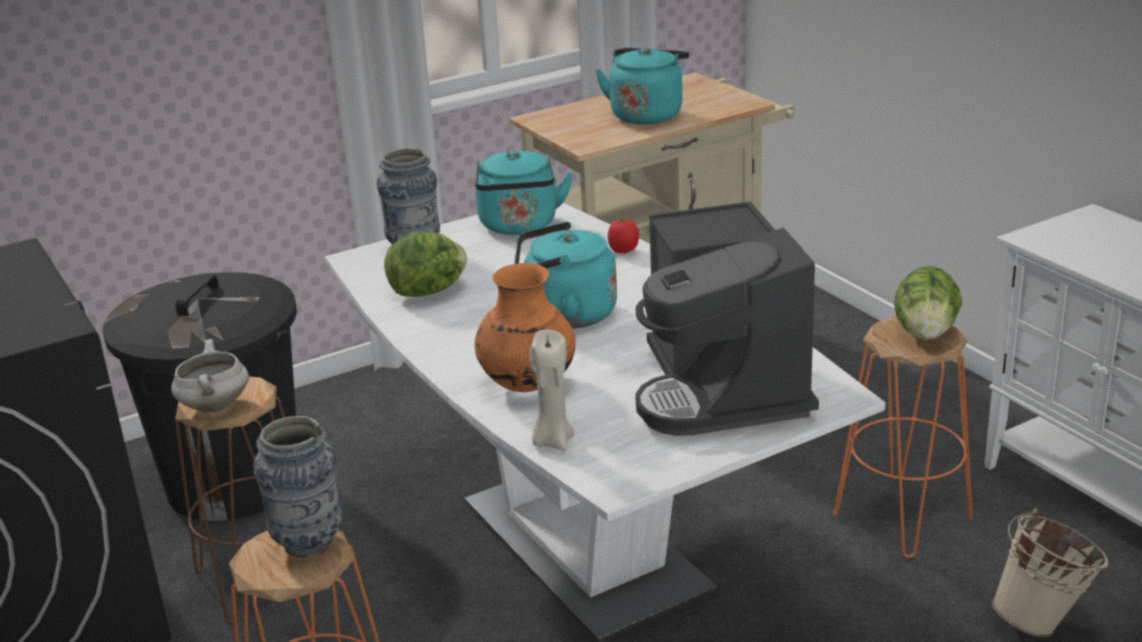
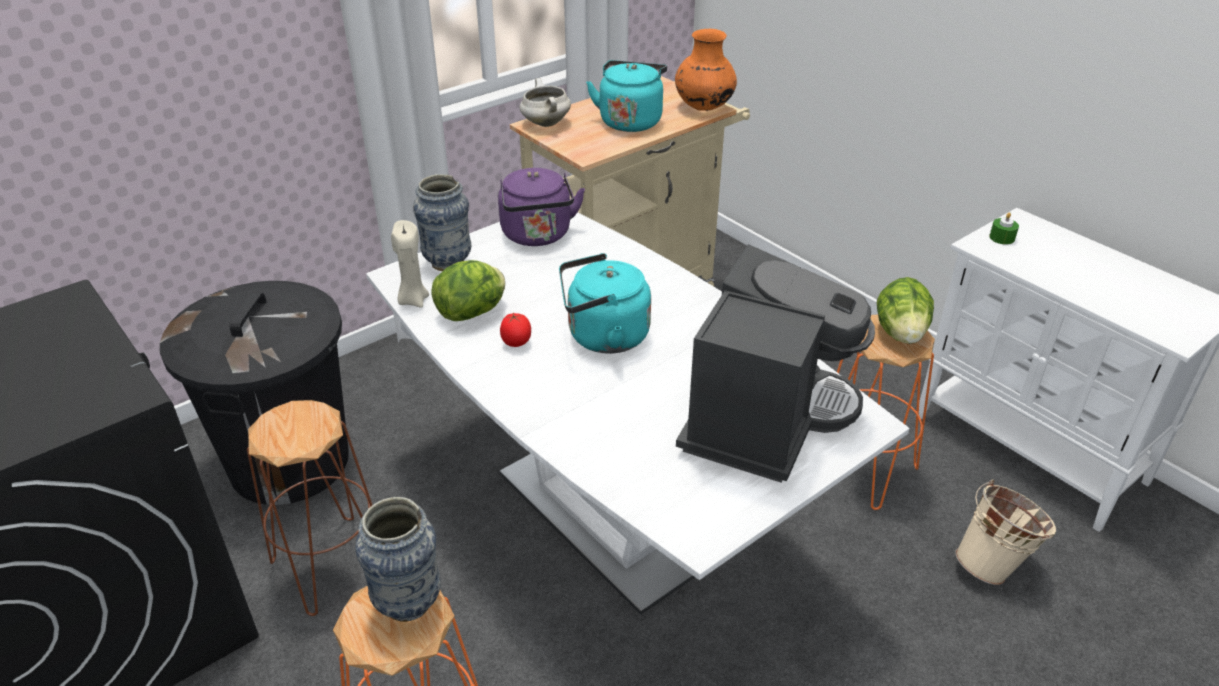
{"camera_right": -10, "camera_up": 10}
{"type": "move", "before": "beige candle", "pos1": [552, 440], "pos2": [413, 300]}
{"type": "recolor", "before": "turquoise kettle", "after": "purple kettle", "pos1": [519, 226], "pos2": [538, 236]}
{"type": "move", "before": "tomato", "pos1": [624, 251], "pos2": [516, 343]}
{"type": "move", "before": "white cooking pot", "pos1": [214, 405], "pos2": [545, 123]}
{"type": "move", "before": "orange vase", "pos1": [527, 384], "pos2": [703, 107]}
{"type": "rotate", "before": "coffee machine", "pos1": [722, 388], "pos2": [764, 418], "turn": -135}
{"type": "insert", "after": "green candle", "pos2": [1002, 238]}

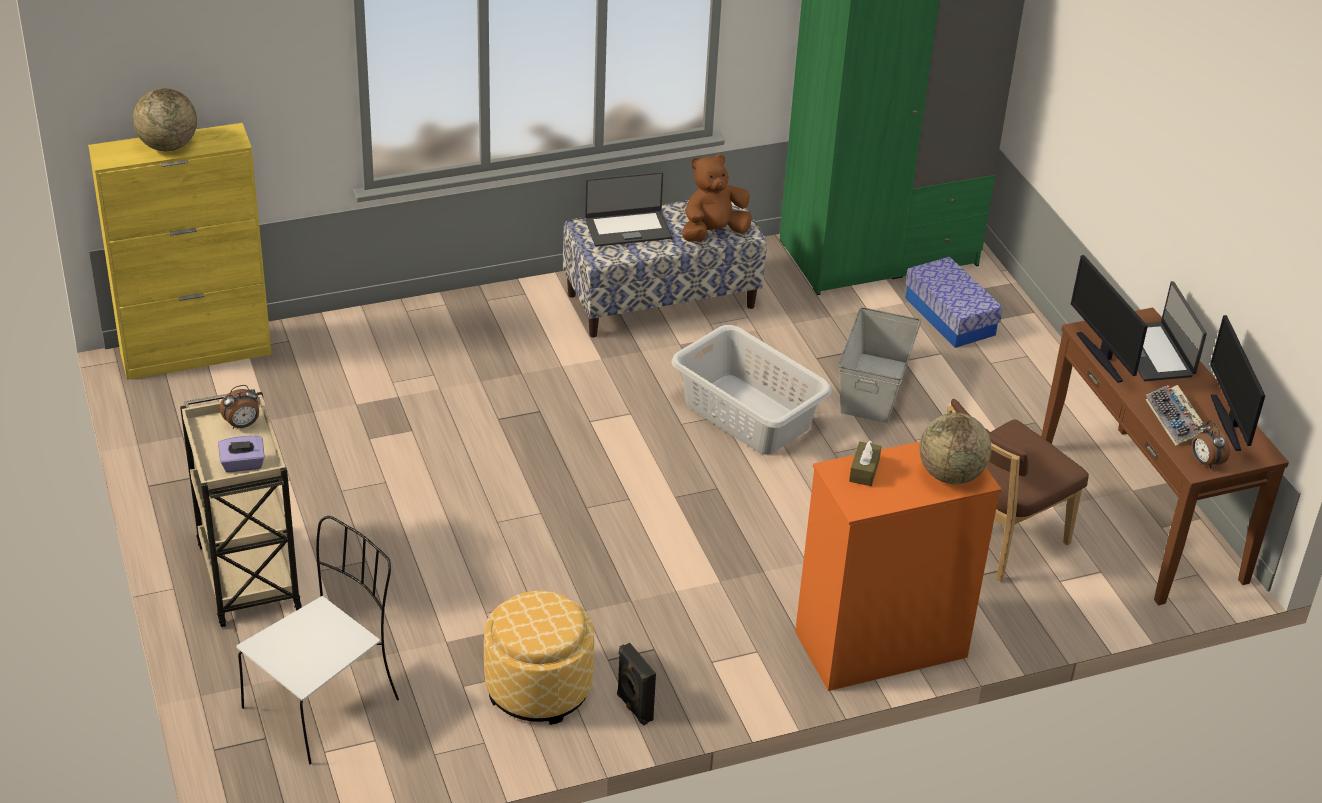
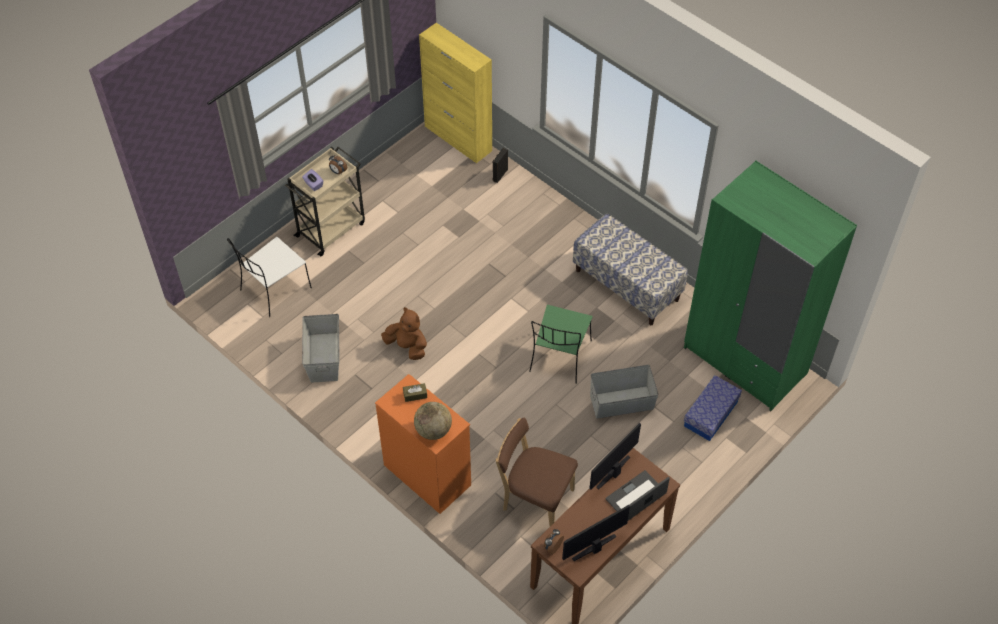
{"camera_right": 65, "camera_up": 15}
{"type": "rotate", "before": "white chair", "pos1": [324, 702], "pos2": [274, 290], "turn": 120}
{"type": "replace", "before": "ottoman", "after": "grey storage box", "pos1": [538, 688], "pos2": [323, 357]}
{"type": "move", "before": "brown plush toy", "pos1": [713, 233], "pos2": [407, 346]}
{"type": "move", "before": "black speaker", "pos1": [633, 708], "pos2": [499, 175]}
{"type": "replace", "before": "grey laundry basket", "after": "green chair", "pos1": [747, 415], "pos2": [560, 357]}
{"type": "delete", "before": "globe", "pos1": [168, 146]}
{"type": "delete", "before": "laptop", "pos1": [627, 228]}
{"type": "delete", "before": "keyboard", "pos1": [1176, 421]}

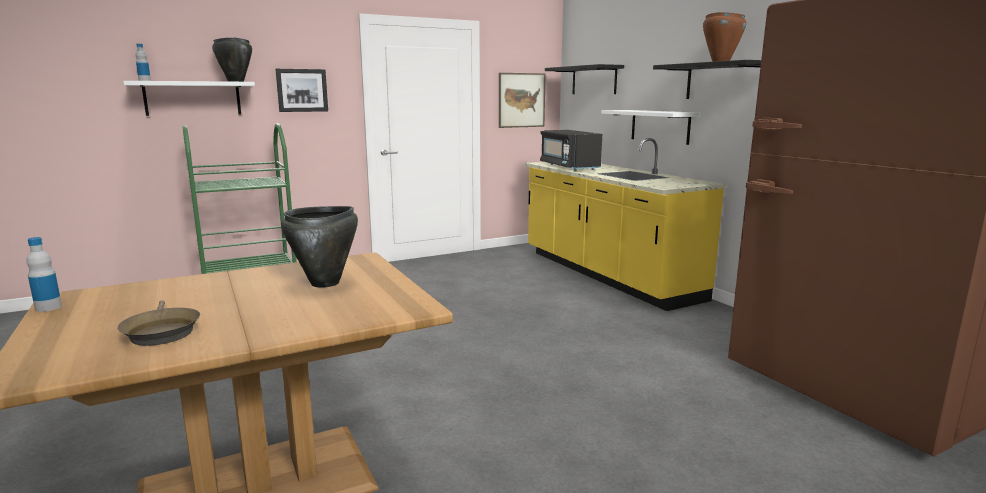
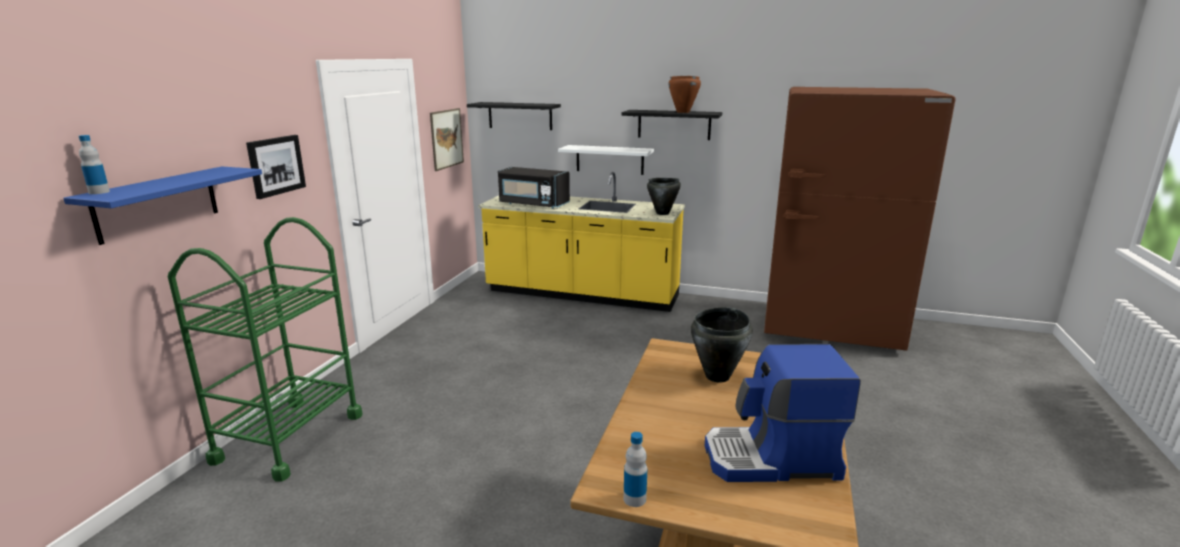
{"camera_right": -45, "camera_up": 5}
{"type": "recolor", "before": "white shelf", "after": "blue shelf", "pos1": [193, 98], "pos2": [157, 203]}
{"type": "move", "before": "black cooking pot", "pos1": [235, 81], "pos2": [663, 213]}
{"type": "replace", "before": "brown frying pan", "after": "coffee machine", "pos1": [161, 332], "pos2": [772, 460]}

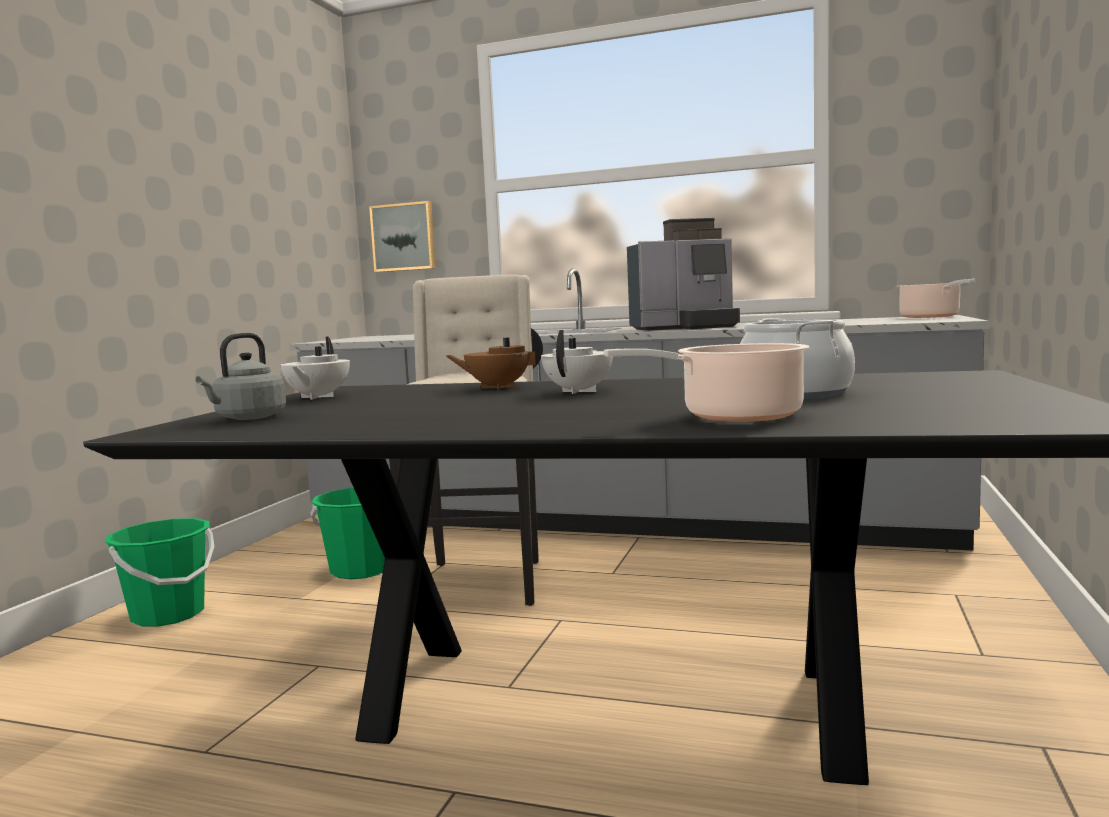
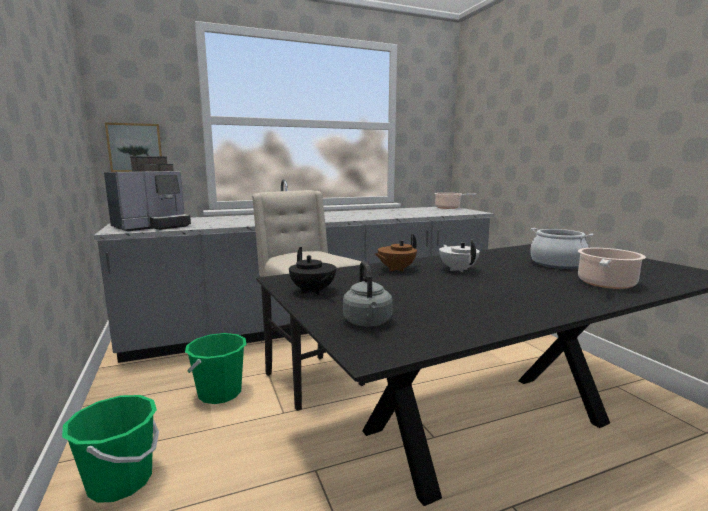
{"camera_right": -40, "camera_up": 5}
{"type": "move", "before": "coffee machine", "pos1": [686, 327], "pos2": [153, 227]}
{"type": "recolor", "before": "white teapot", "after": "black teapot", "pos1": [317, 397], "pos2": [313, 291]}

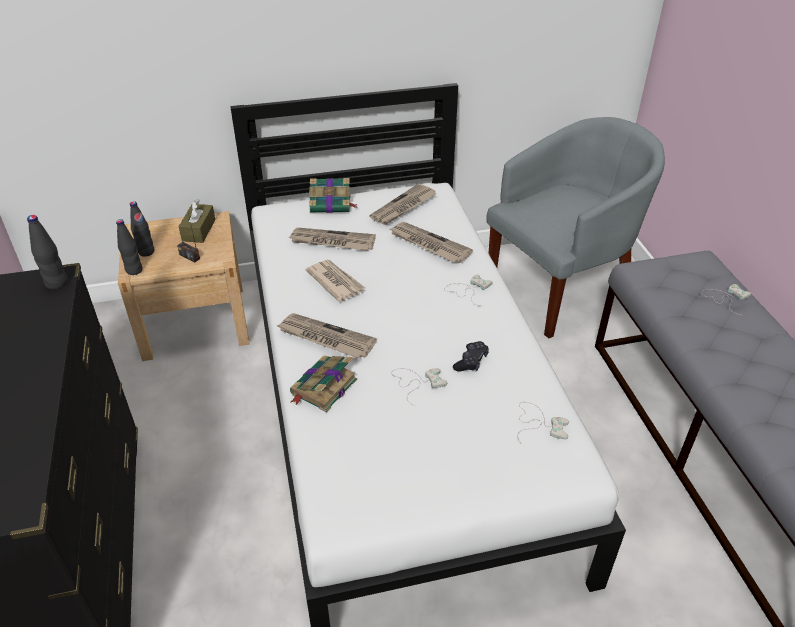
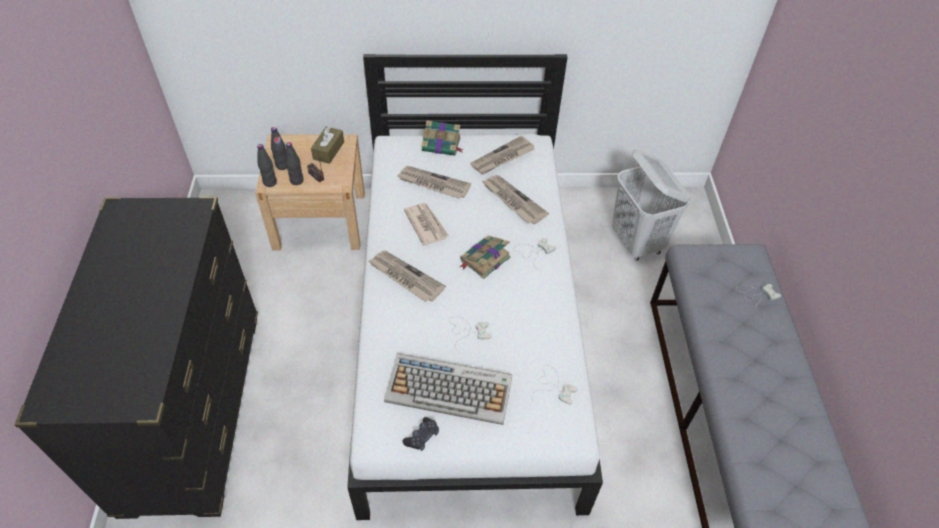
{"camera_right": 10, "camera_up": 10}
{"type": "move", "before": "black bottle", "pos1": [57, 283], "pos2": [297, 180]}
{"type": "insert", "after": "keyboard", "pos2": [450, 389]}
{"type": "move", "before": "black game controller", "pos1": [471, 361], "pos2": [422, 437]}
{"type": "move", "before": "book", "pos1": [323, 388], "pos2": [484, 259]}
{"type": "replace", "before": "grey armchair", "after": "white laundry basket", "pos1": [560, 290], "pos2": [637, 242]}

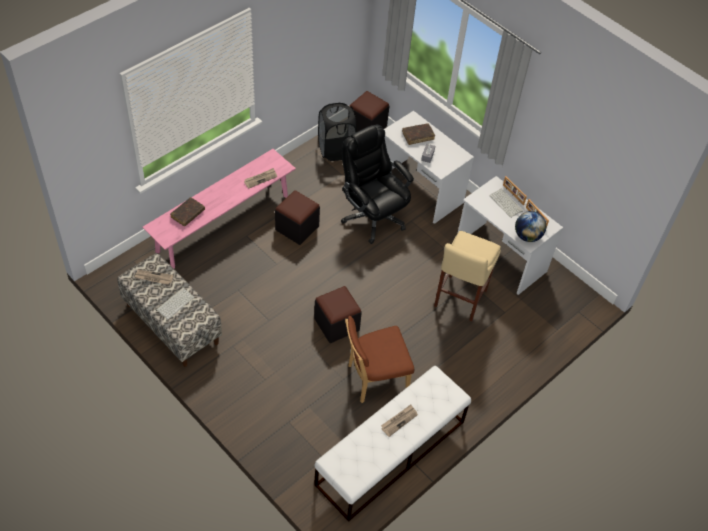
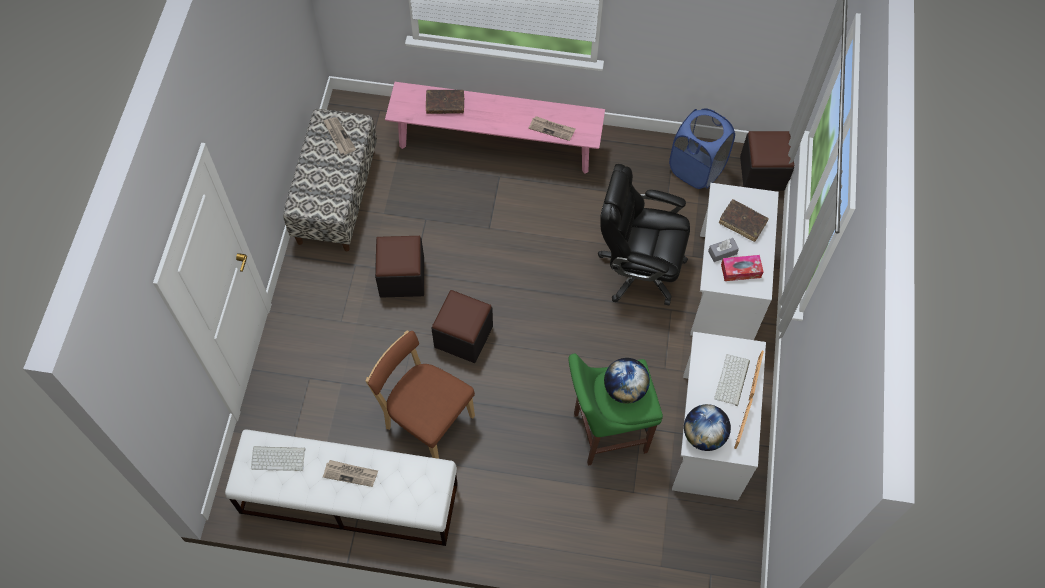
{"camera_right": 55, "camera_up": 10}
{"type": "move", "before": "keyboard", "pos1": [175, 303], "pos2": [279, 458]}
{"type": "move", "before": "black ottoman", "pos1": [297, 228], "pos2": [402, 277]}
{"type": "recolor", "before": "beige stool", "after": "green stool", "pos1": [459, 300], "pos2": [605, 432]}
{"type": "rotate", "before": "black office chair", "pos1": [372, 217], "pos2": [638, 269], "turn": -90}
{"type": "insert", "after": "globe", "pos2": [624, 389]}
{"type": "recolor", "before": "black laundry basket", "after": "blue laundry basket", "pos1": [336, 150], "pos2": [696, 169]}
{"type": "insert", "after": "tissue box", "pos2": [740, 271]}

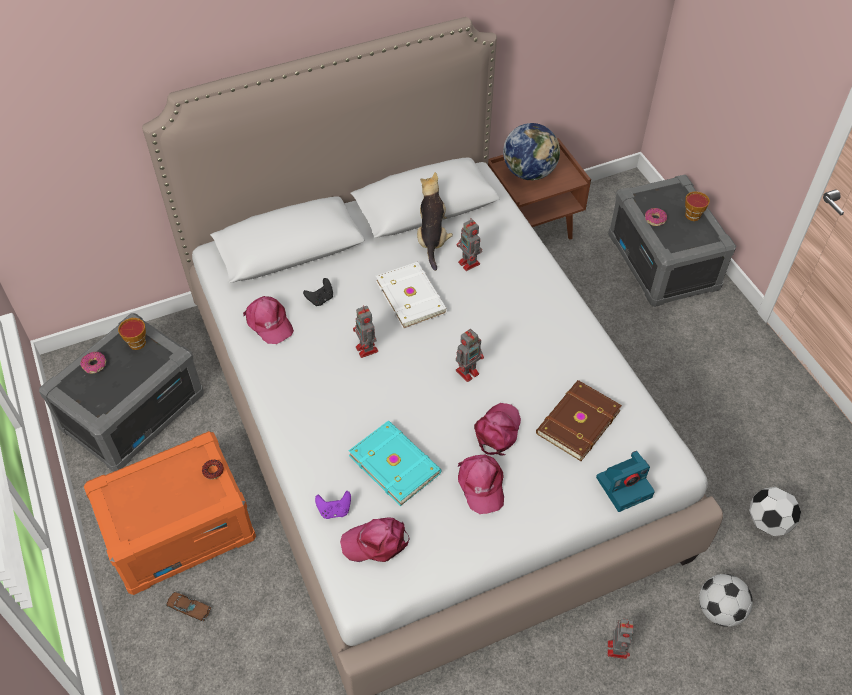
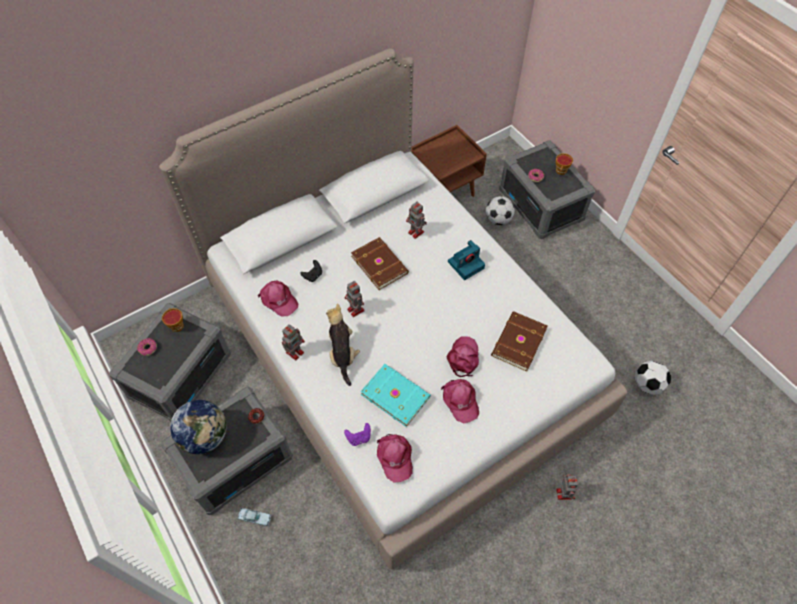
{"camera_right": -10, "camera_up": 5}
{"type": "recolor", "before": "orange storage box", "after": "grey storage box", "pos1": [180, 529], "pos2": [235, 459]}
{"type": "move", "before": "globe", "pos1": [529, 172], "pos2": [205, 436]}
{"type": "recolor", "before": "brown toy car", "after": "blue toy car", "pos1": [189, 608], "pos2": [255, 518]}
{"type": "move", "before": "toy robot", "pos1": [468, 371], "pos2": [295, 351]}
{"type": "move", "before": "plush toy", "pos1": [432, 239], "pos2": [342, 354]}
{"type": "recolor", "before": "white book", "after": "brown book", "pos1": [412, 296], "pos2": [380, 264]}
{"type": "rotate", "before": "pink cap", "pos1": [376, 542], "pos2": [394, 457], "turn": -90}
{"type": "move", "before": "photo camera", "pos1": [624, 486], "pos2": [466, 264]}
{"type": "move", "before": "football", "pos1": [719, 610], "pos2": [498, 220]}

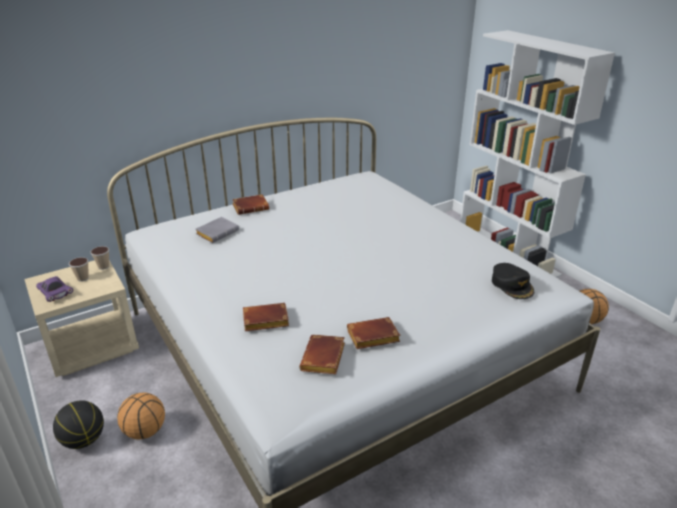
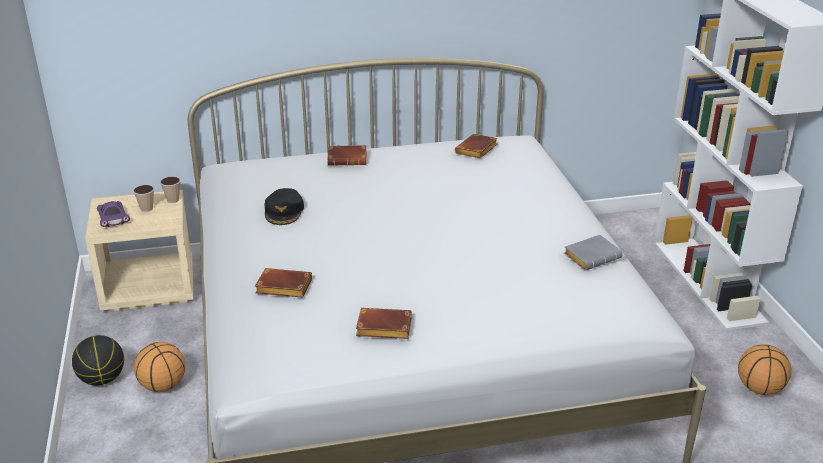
{"camera_right": 20, "camera_up": 0}
{"type": "move", "before": "black cap", "pos1": [512, 285], "pos2": [284, 211]}
{"type": "move", "before": "brown book", "pos1": [324, 359], "pos2": [477, 150]}
{"type": "move", "before": "grey book", "pos1": [217, 232], "pos2": [592, 256]}

